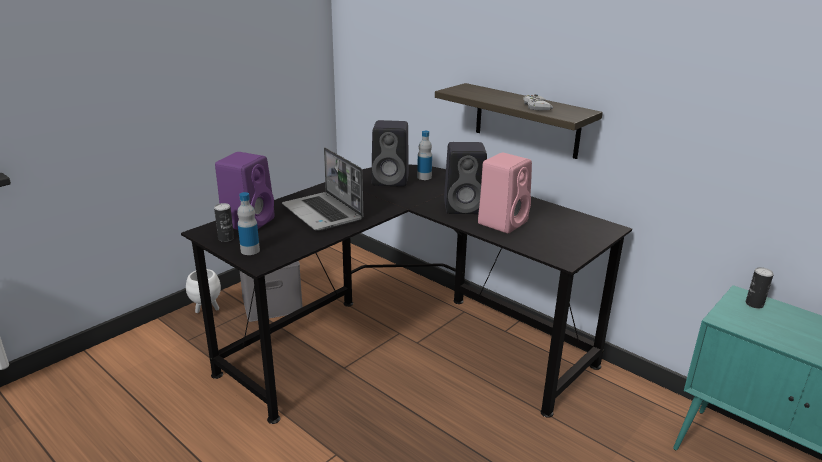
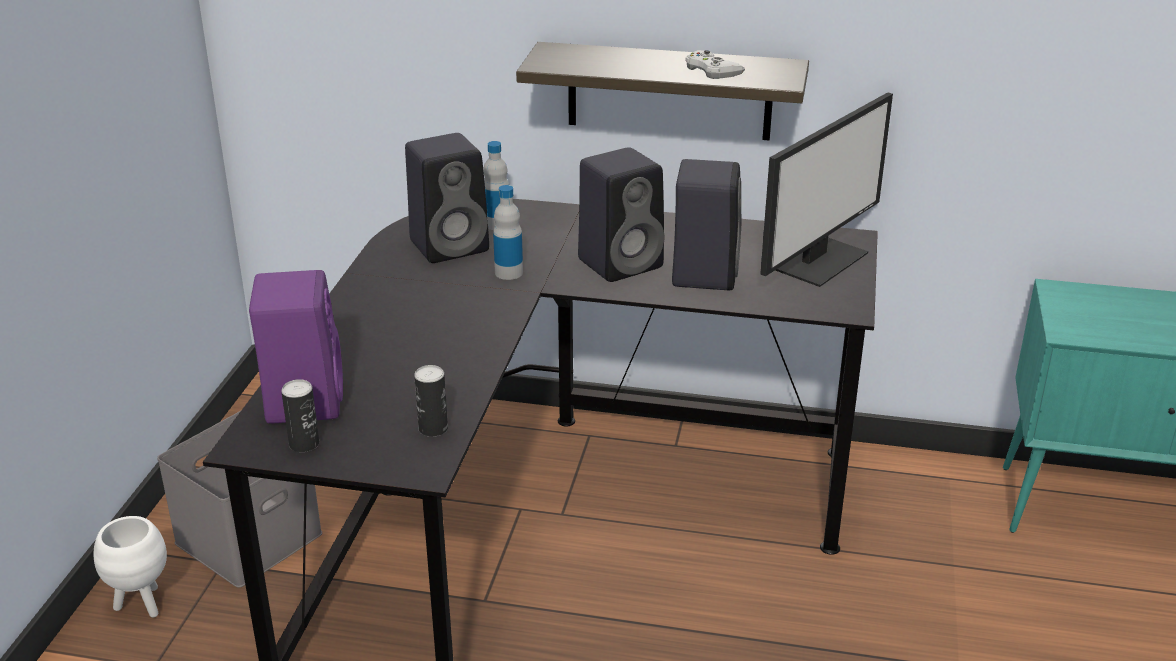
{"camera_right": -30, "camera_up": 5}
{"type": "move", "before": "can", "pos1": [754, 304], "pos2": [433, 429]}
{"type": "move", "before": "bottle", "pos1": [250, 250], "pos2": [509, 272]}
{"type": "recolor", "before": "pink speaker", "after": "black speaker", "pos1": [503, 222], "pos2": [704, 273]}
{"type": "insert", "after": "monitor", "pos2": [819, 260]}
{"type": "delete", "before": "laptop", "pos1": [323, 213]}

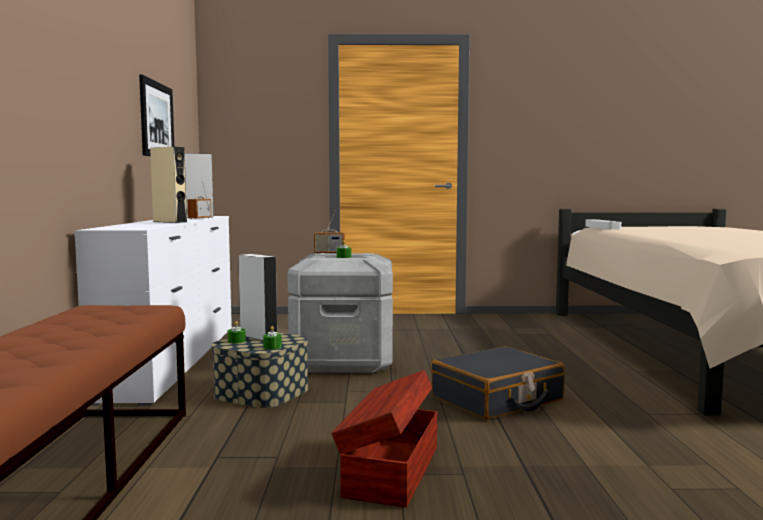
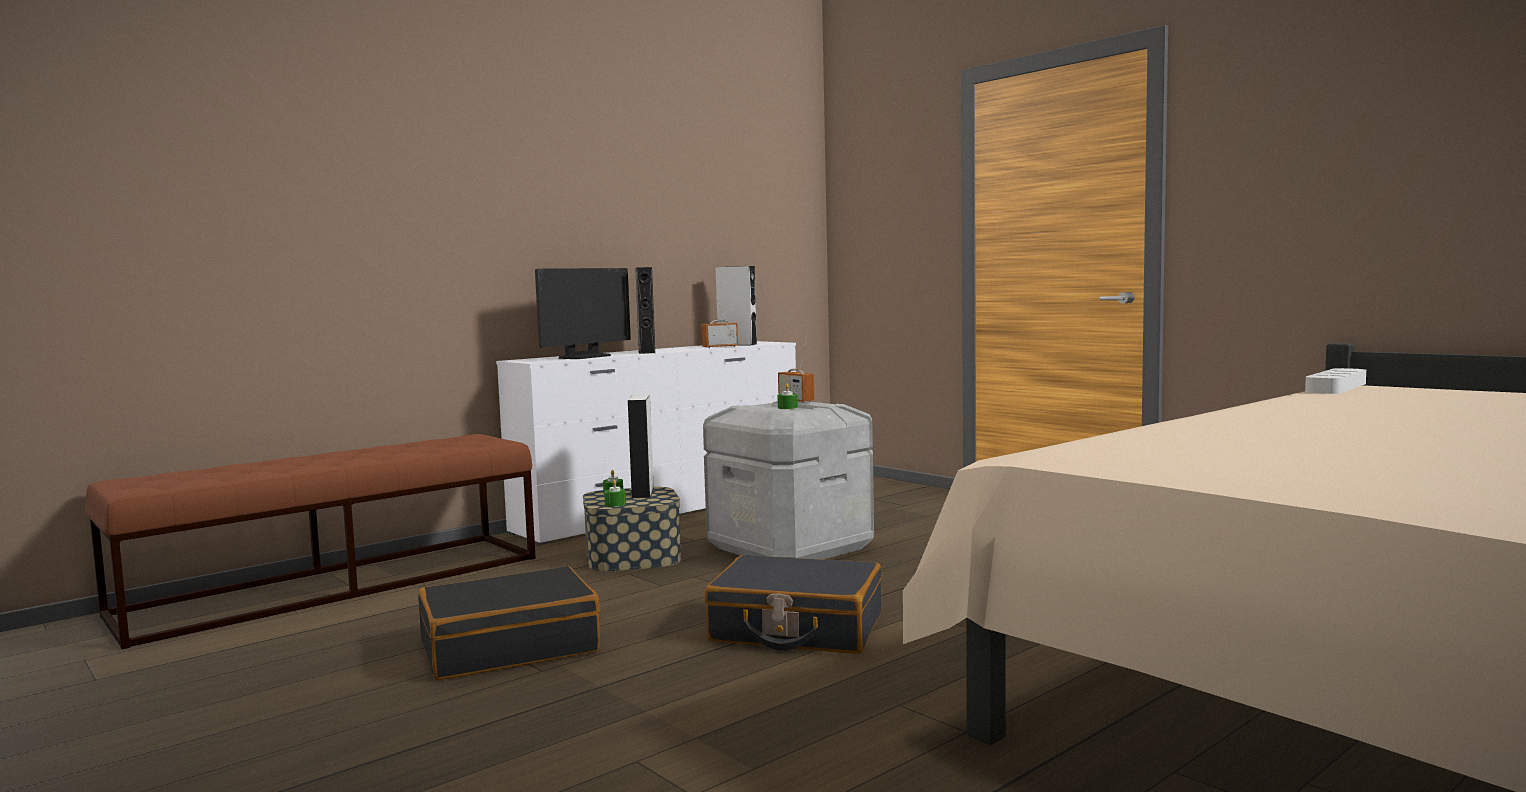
{"camera_right": 50, "camera_up": 0}
{"type": "replace", "before": "brown storage box", "after": "black suitcase", "pos1": [390, 471], "pos2": [509, 646]}
{"type": "insert", "after": "monitor", "pos2": [584, 357]}
{"type": "recolor", "before": "beige speaker", "after": "black speaker", "pos1": [170, 222], "pos2": [646, 352]}
{"type": "delete", "before": "picture", "pos1": [156, 120]}

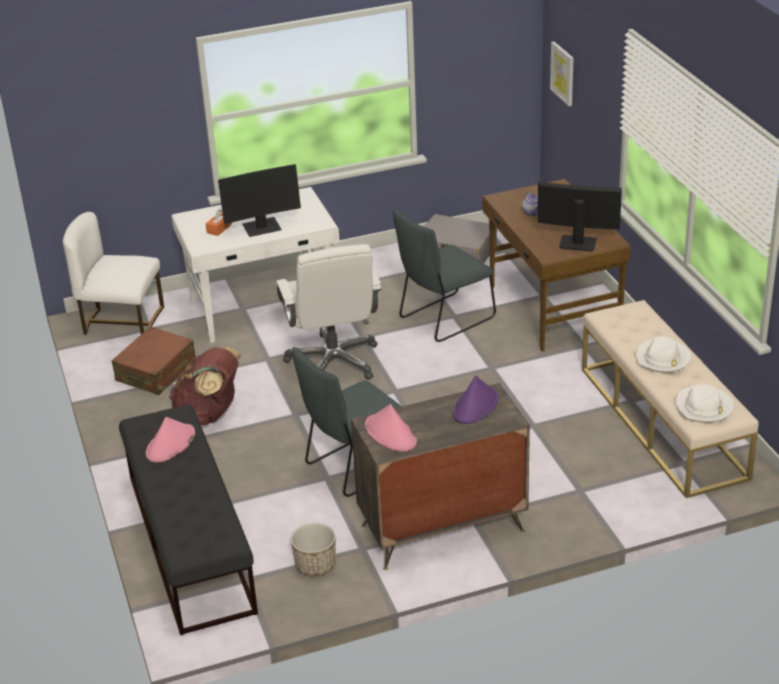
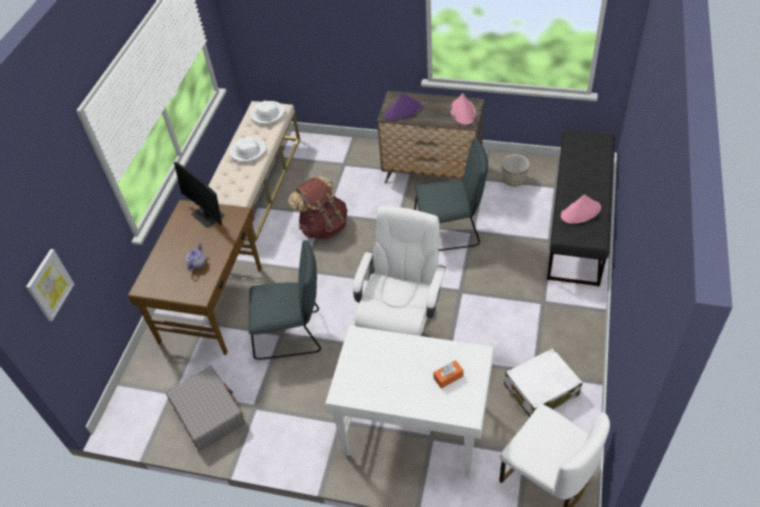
{"camera_right": -145, "camera_up": 15}
{"type": "move", "before": "brown backpack", "pos1": [209, 414], "pos2": [323, 226]}
{"type": "recolor", "before": "brown suitcase", "after": "white suitcase", "pos1": [156, 371], "pos2": [540, 390]}
{"type": "delete", "before": "monitor", "pos1": [262, 228]}

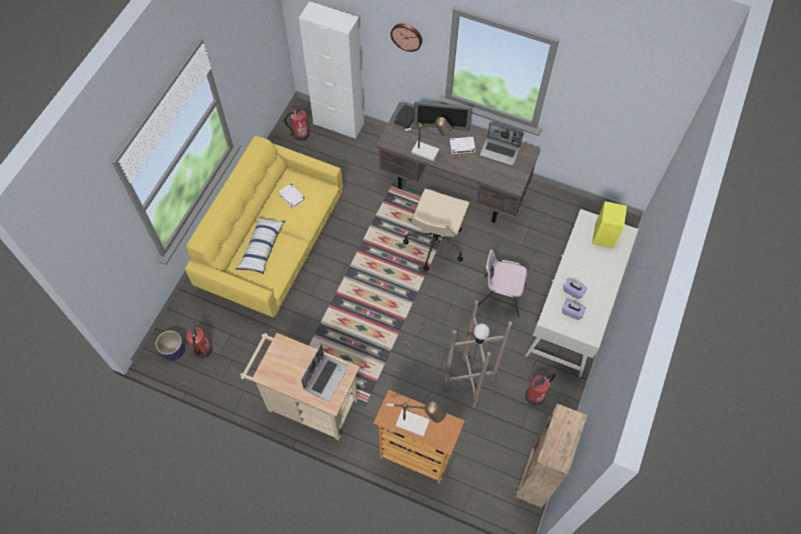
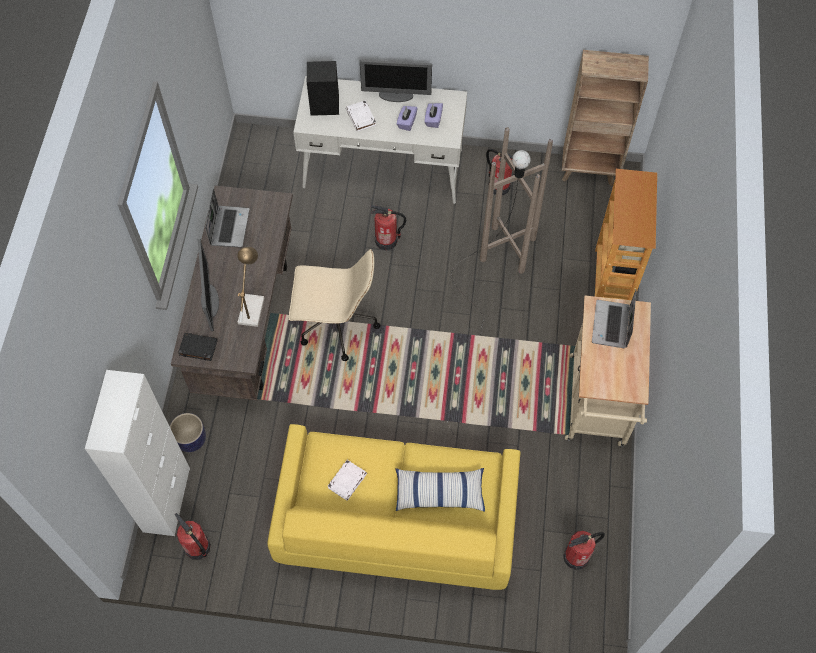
{"camera_right": -105, "camera_up": 0}
{"type": "move", "before": "planter", "pos1": [174, 350], "pos2": [190, 439]}
{"type": "recolor", "before": "yellow speaker", "after": "black speaker", "pos1": [604, 236], "pos2": [325, 105]}
{"type": "move", "before": "white book", "pos1": [462, 146], "pos2": [361, 118]}
{"type": "insert", "after": "monitor", "pos2": [396, 95]}
{"type": "replace", "before": "pink chair", "after": "fire extinguisher", "pos1": [501, 295], "pos2": [386, 240]}
{"type": "rotate", "before": "laptop", "pos1": [325, 377], "pos2": [612, 325], "turn": -90}
{"type": "delete", "before": "table lamp", "pos1": [417, 424]}
{"type": "delete", "before": "wall clock", "pos1": [407, 36]}

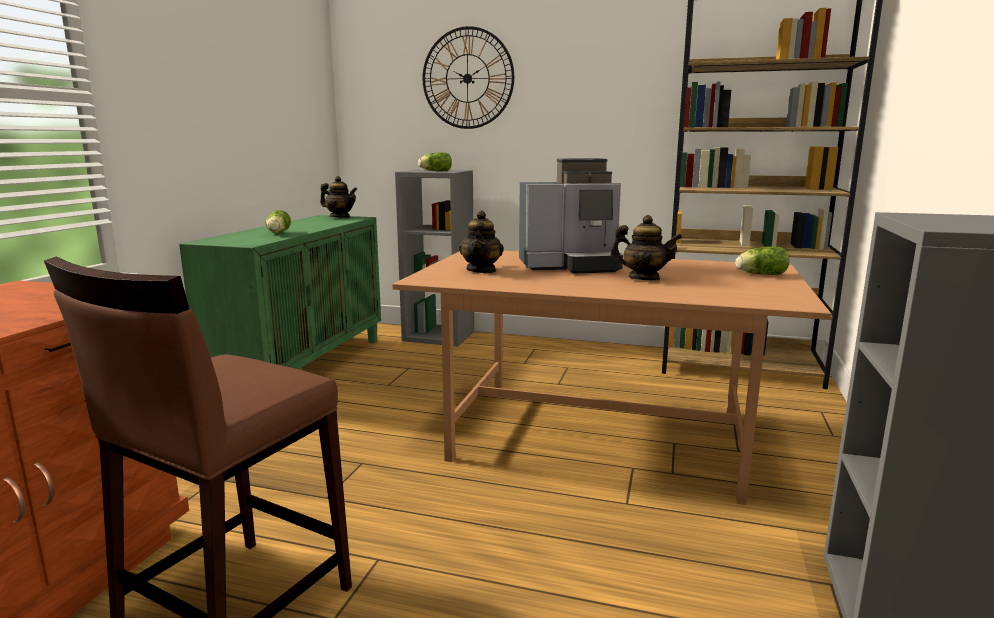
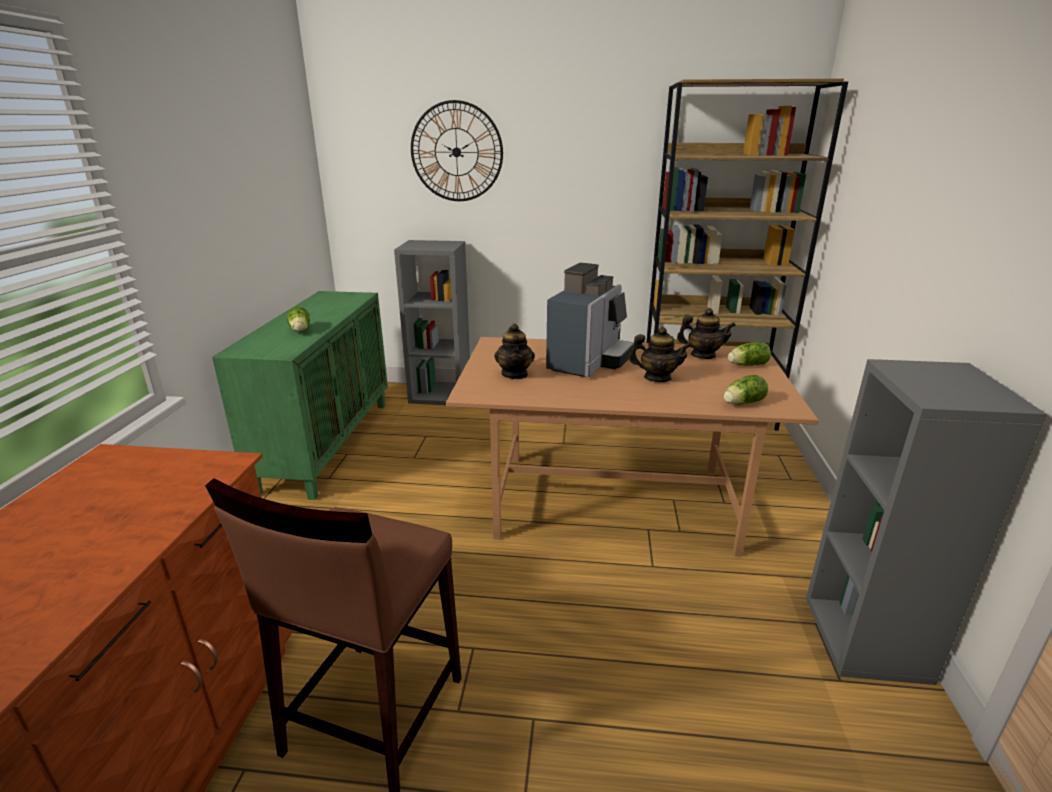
{"camera_right": -10, "camera_up": 10}
{"type": "rotate", "before": "coffee machine", "pos1": [571, 266], "pos2": [589, 362], "turn": -45}
{"type": "move", "before": "teapot", "pos1": [340, 217], "pos2": [702, 355]}
{"type": "move", "before": "lettuce", "pos1": [434, 171], "pos2": [741, 403]}

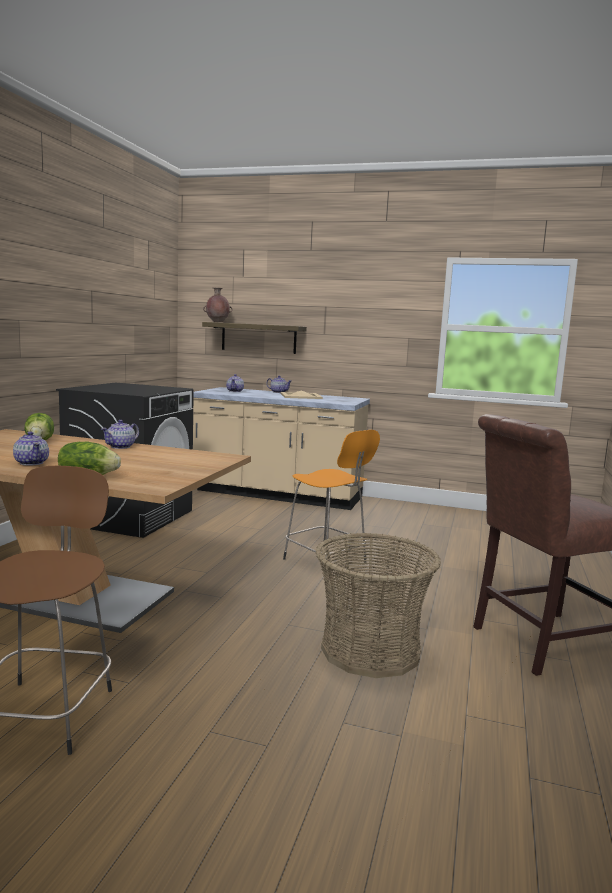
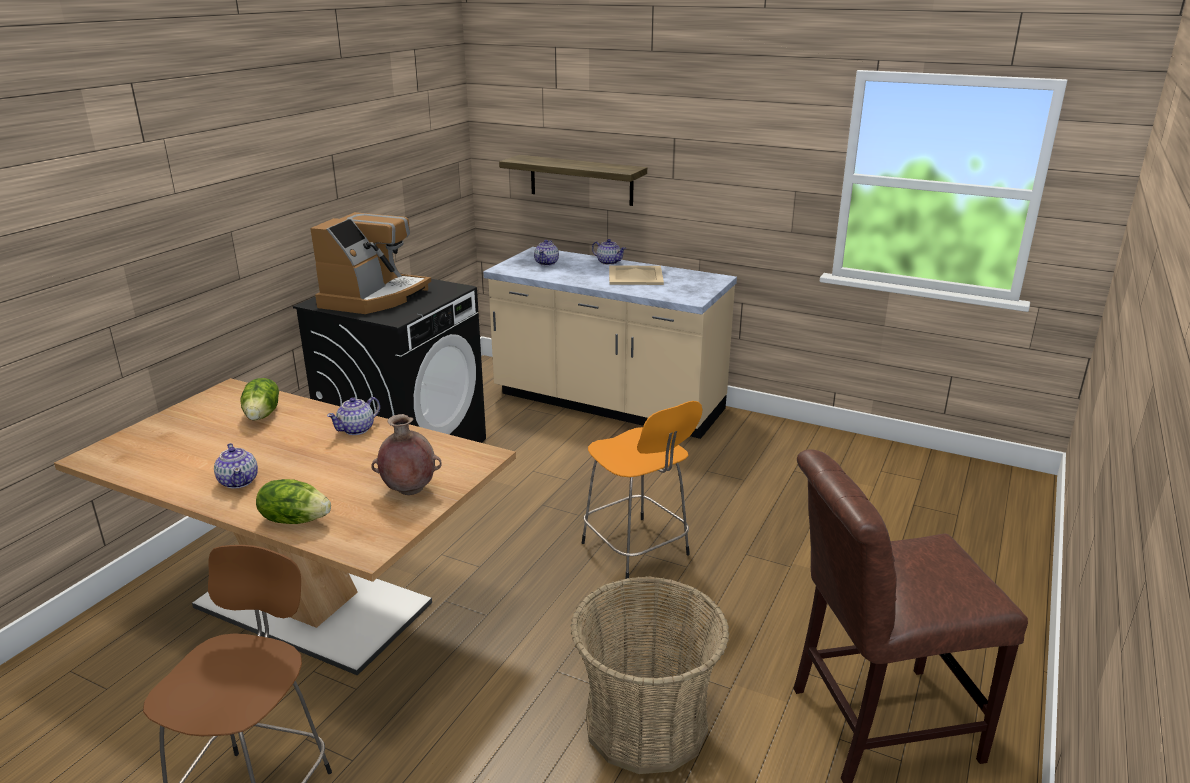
{"camera_right": 10, "camera_up": 15}
{"type": "insert", "after": "coffee machine", "pos2": [374, 297]}
{"type": "move", "before": "brown vase", "pos1": [217, 322], "pos2": [409, 490]}

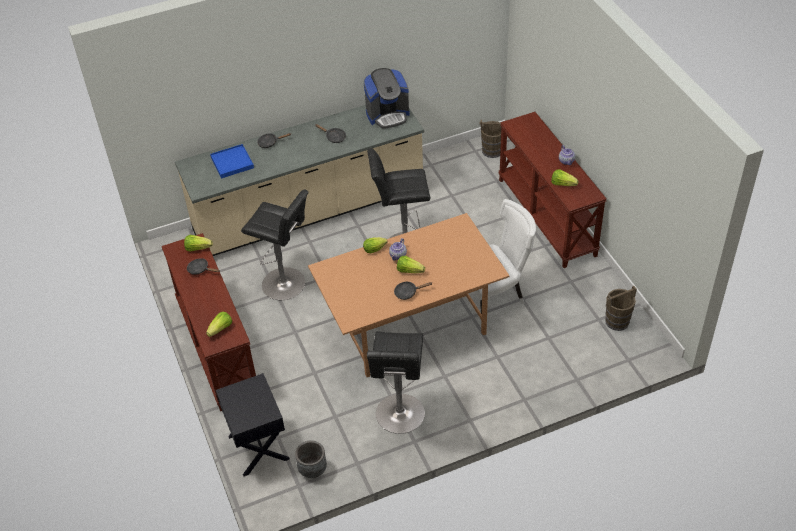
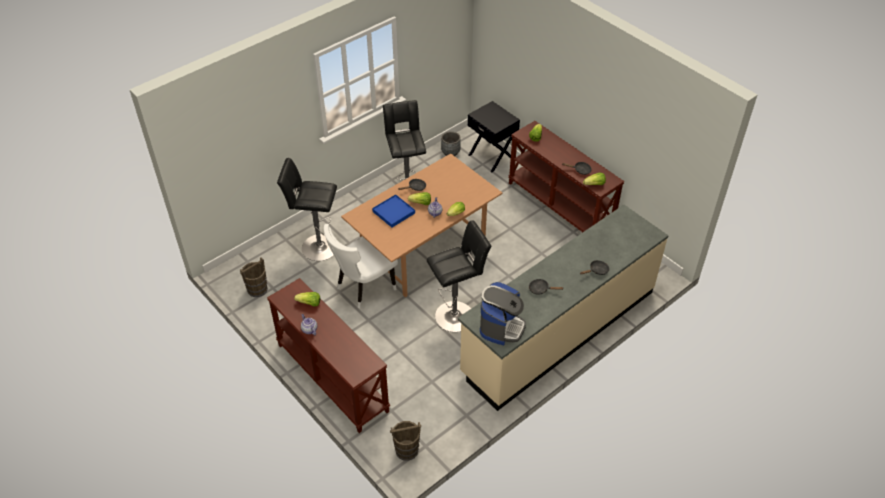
{"camera_right": 160, "camera_up": 0}
{"type": "move", "before": "black stool", "pos1": [286, 284], "pos2": [316, 247]}
{"type": "move", "before": "blue tray", "pos1": [232, 163], "pos2": [393, 212]}
{"type": "rotate", "before": "coffee machine", "pos1": [387, 115], "pos2": [501, 327], "turn": 150}

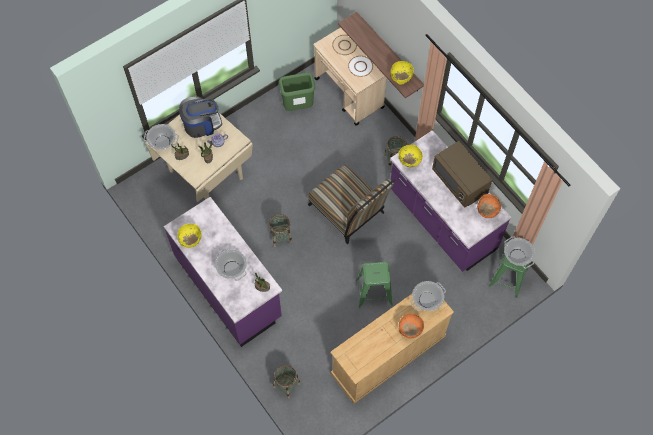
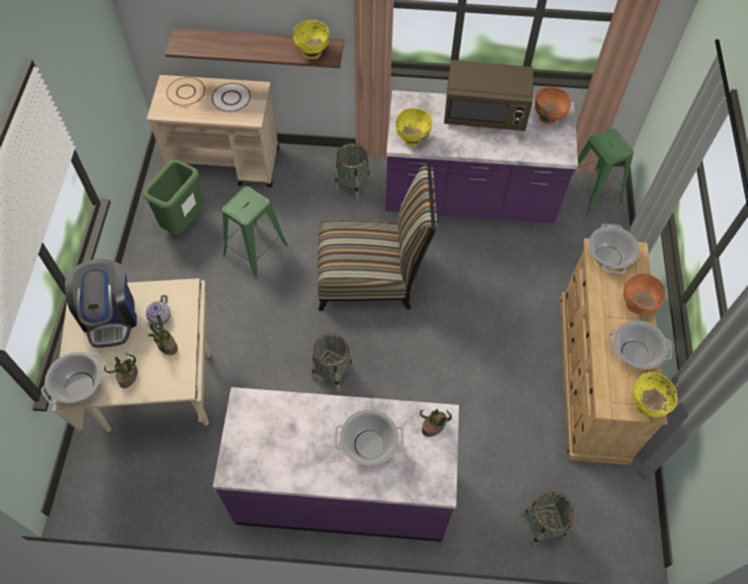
{"camera_right": -50, "camera_up": -5}
{"type": "rotate", "before": "coffee machine", "pos1": [201, 124], "pos2": [110, 316], "turn": 150}
{"type": "move", "before": "green stool", "pos1": [374, 292], "pos2": [255, 250]}
{"type": "move", "before": "cooking pot", "pos1": [517, 256], "pos2": [634, 353]}
{"type": "move", "before": "yellow bowl", "pos1": [191, 241], "pos2": [646, 405]}

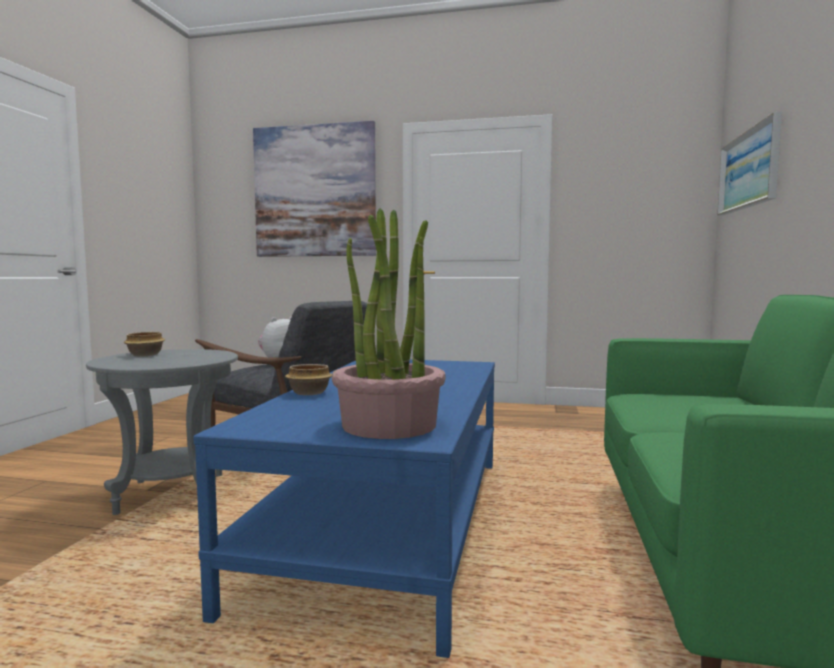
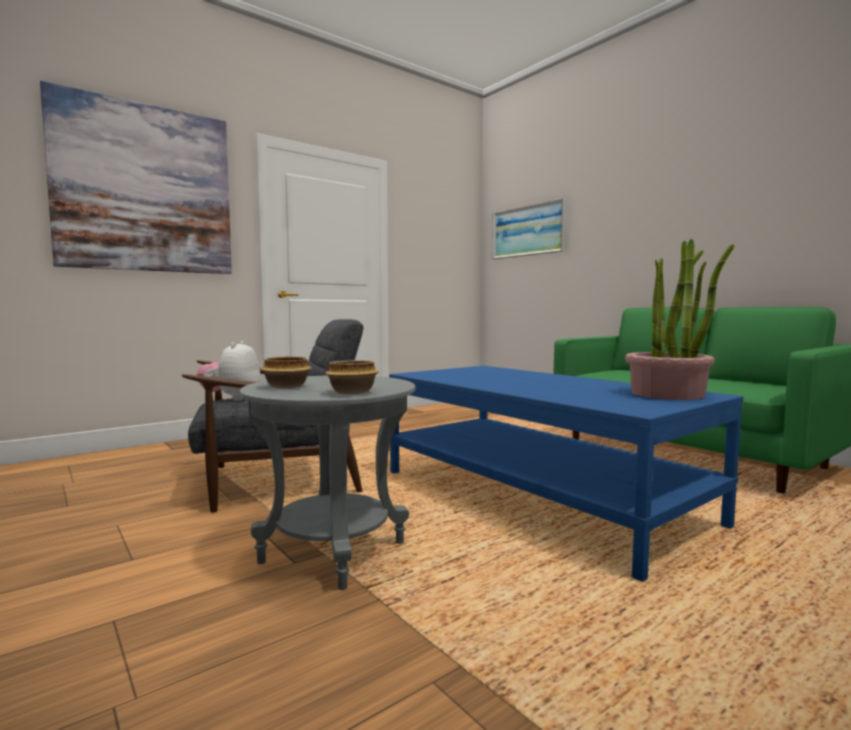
{"camera_right": -50, "camera_up": 0}
{"type": "move", "before": "bowl", "pos1": [308, 393], "pos2": [352, 393]}

